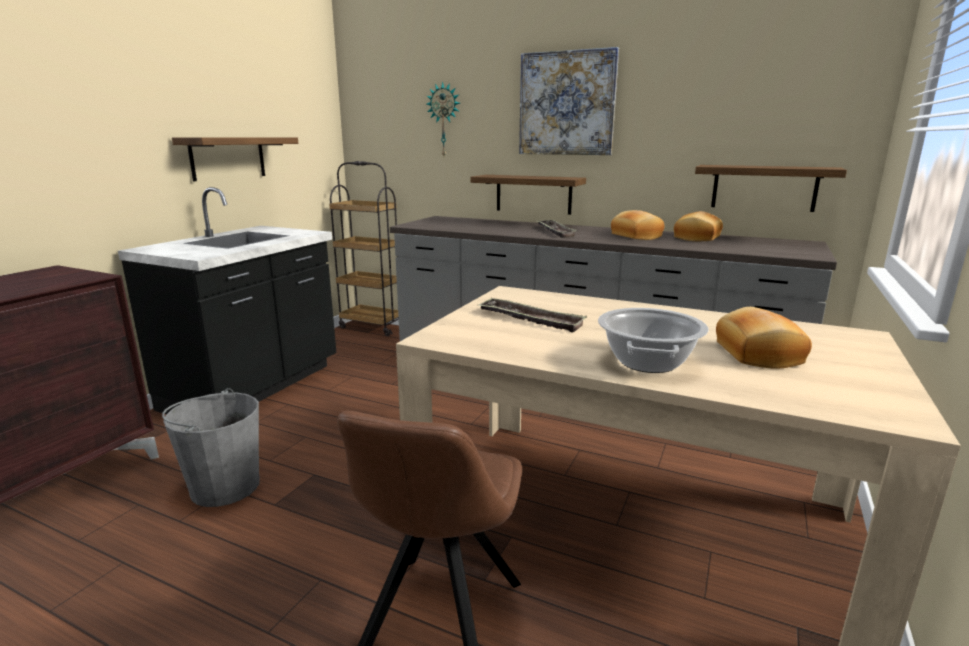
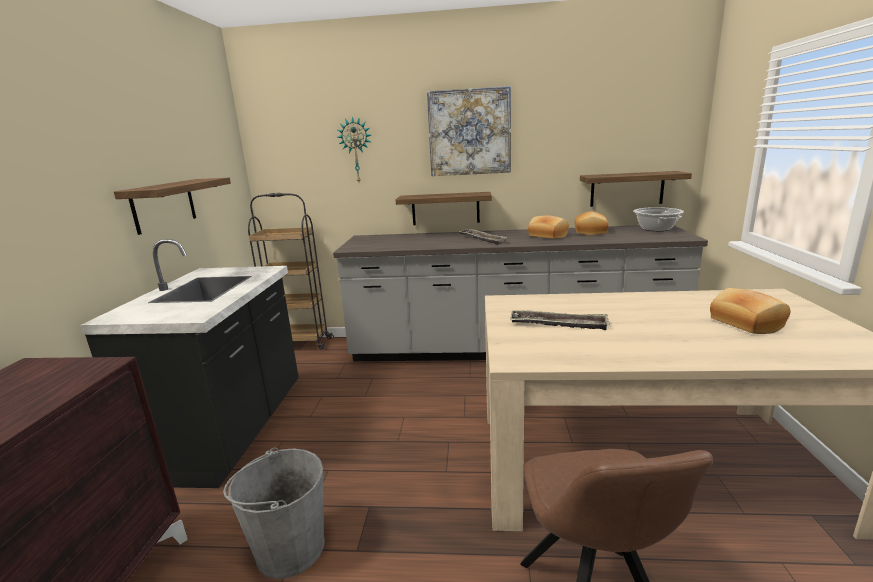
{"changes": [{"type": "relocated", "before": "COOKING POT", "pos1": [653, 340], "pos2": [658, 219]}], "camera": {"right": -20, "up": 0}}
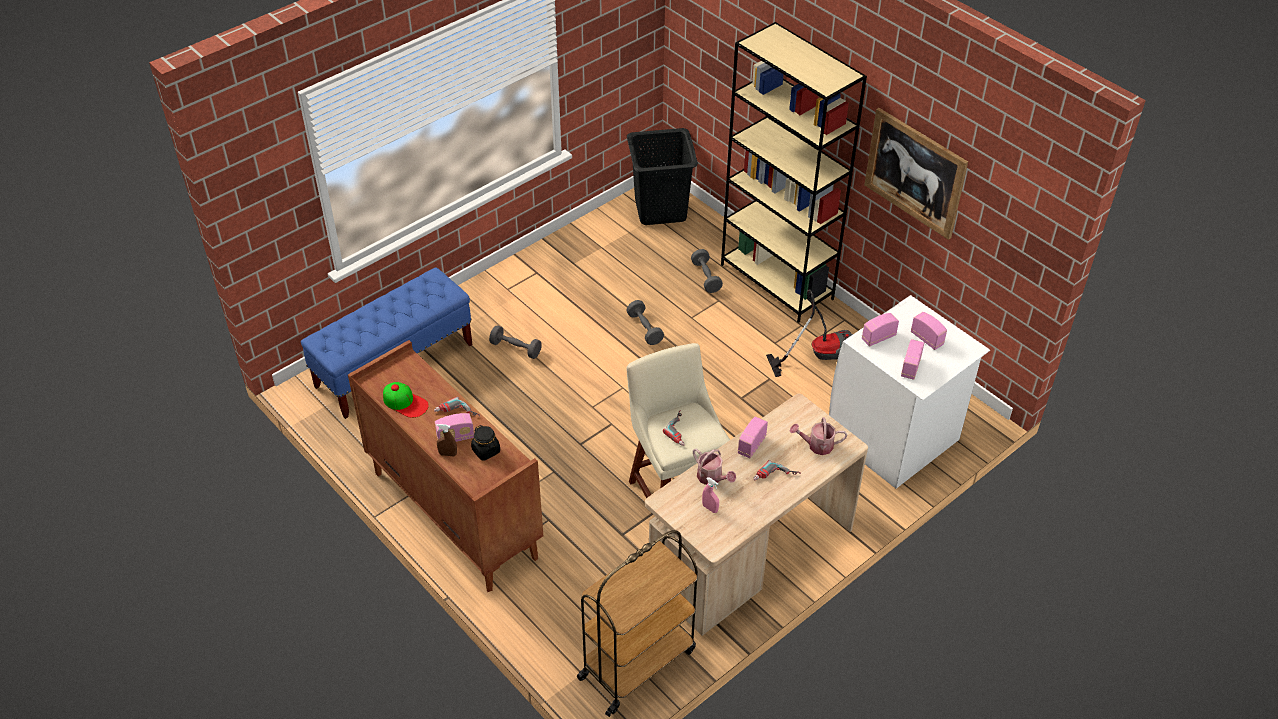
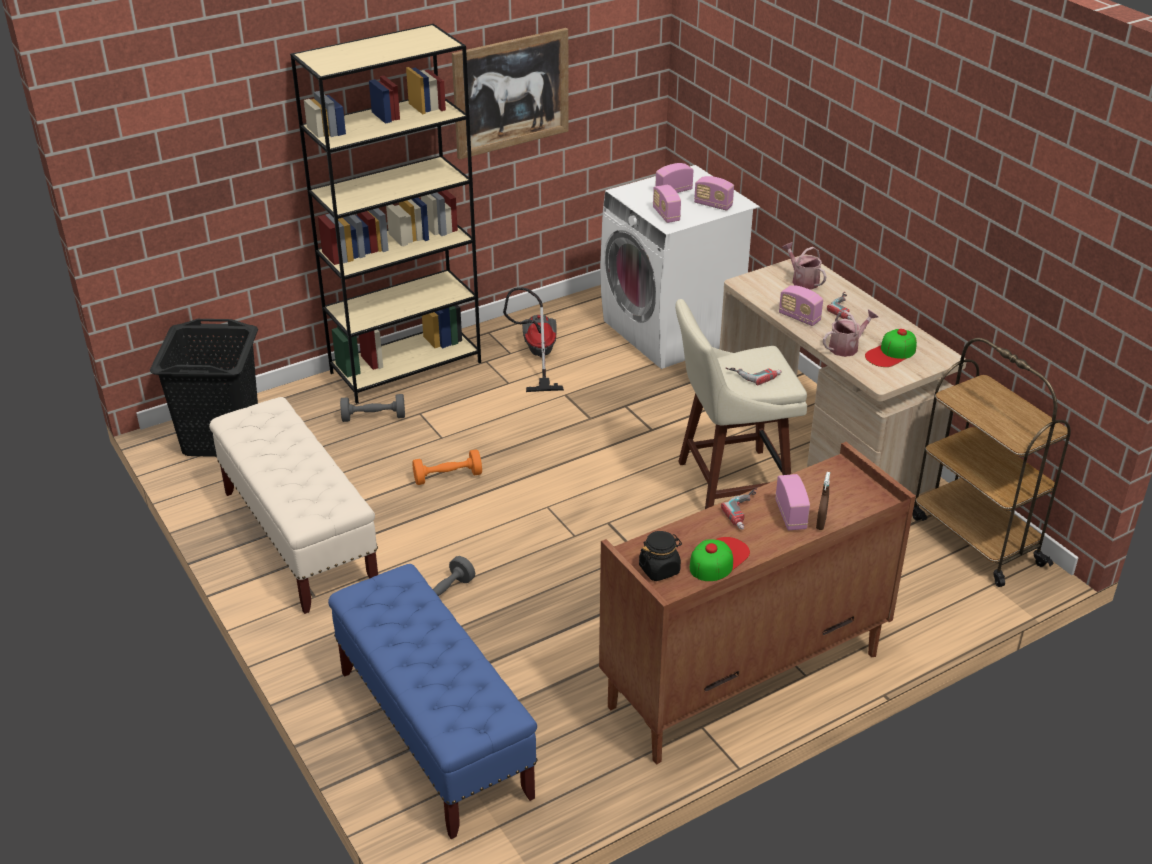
{"changes": [{"type": "colour", "before": "GREY HAND WEIGHT", "after": "ORANGE-COLOURED HAND WEIGHT", "pos1": [645, 322], "pos2": [447, 467]}, {"type": "spun", "before": "SPRINKLING CAN", "pos1": [818, 436], "pos2": [804, 266], "turn": 135}, {"type": "relocated", "before": "BLACK PRESERVE JAR", "pos1": [485, 443], "pos2": [660, 556]}, {"type": "exchanged", "before": "PINK-COLOURED HAND SPRAYER", "after": "PEAKED CAP", "pos1": [710, 495], "pos2": [891, 348]}, {"type": "appeared", "after": "BEIGE-COLOURED BENCH", "pos2": [293, 505]}], "camera": {"right": -80, "up": -10}}
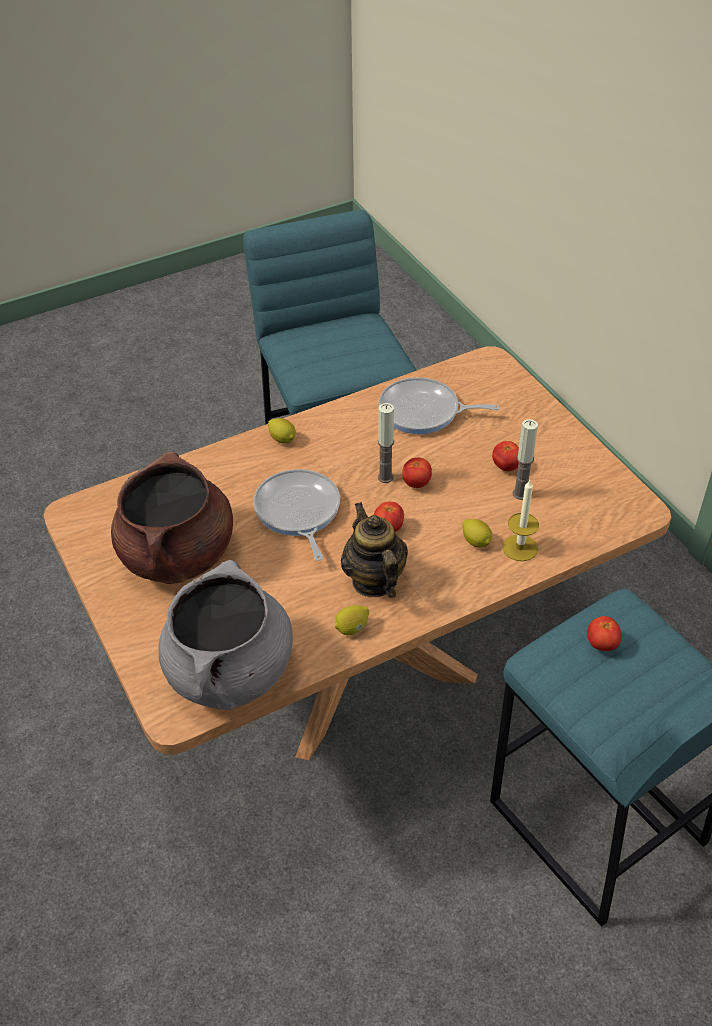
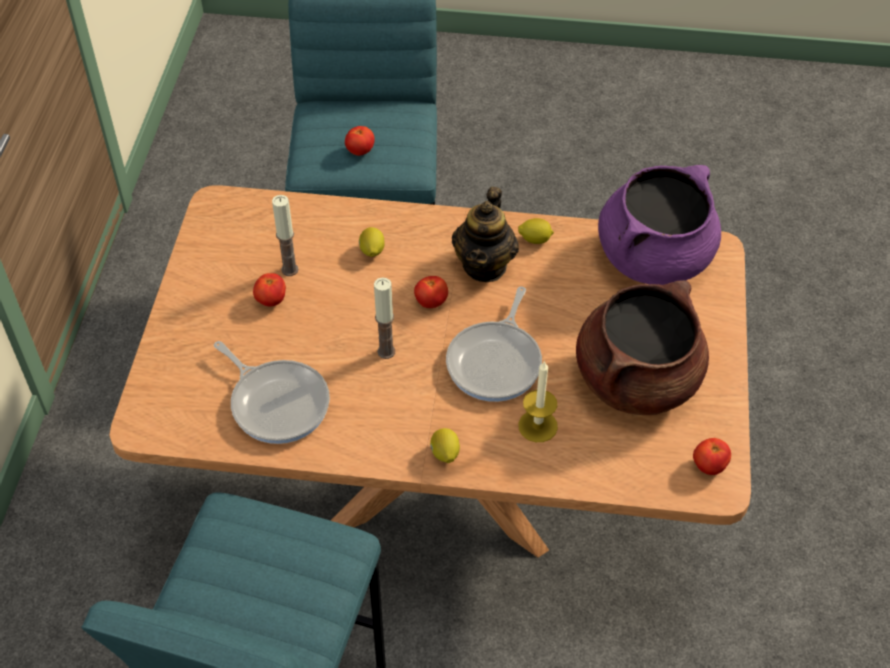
{"changes": [{"type": "relocated", "before": "TOMATO", "pos1": [417, 472], "pos2": [712, 456]}, {"type": "relocated", "before": "CANDLE", "pos1": [520, 520], "pos2": [538, 401]}, {"type": "colour", "before": "GREY COOKING POT", "after": "PURPLISH COOKING POT", "pos1": [226, 635], "pos2": [659, 225]}], "camera": {"right": -145, "up": 5}}
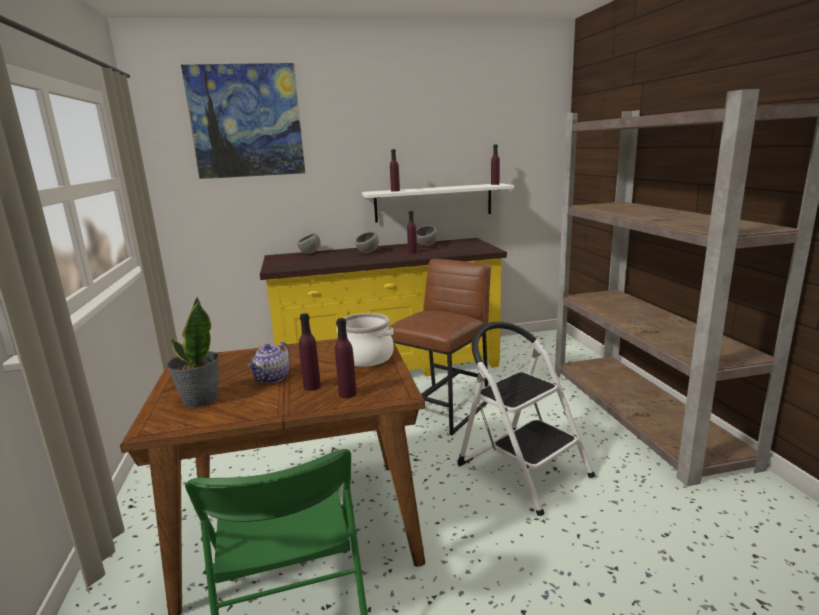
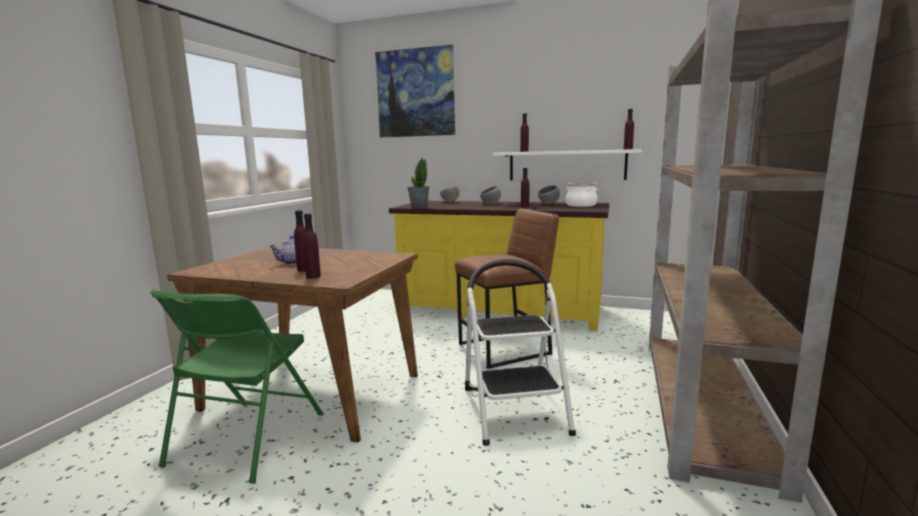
{"changes": [{"type": "relocated", "before": "HOUSEPLANT", "pos1": [192, 352], "pos2": [418, 183]}, {"type": "relocated", "before": "COOKING POT", "pos1": [365, 340], "pos2": [581, 194]}], "camera": {"right": 30, "up": -5}}
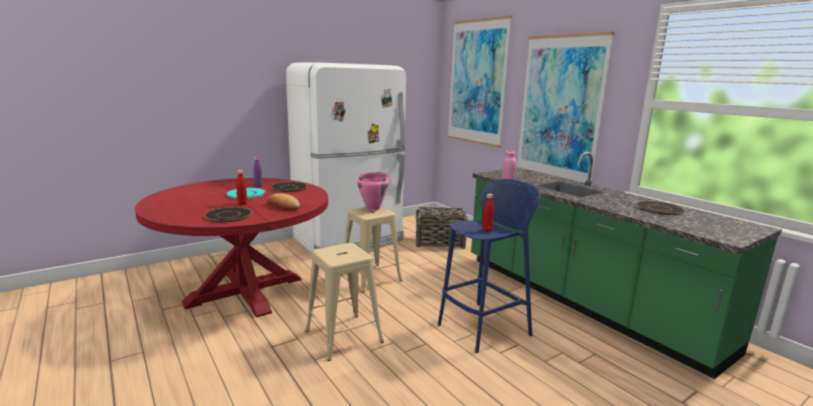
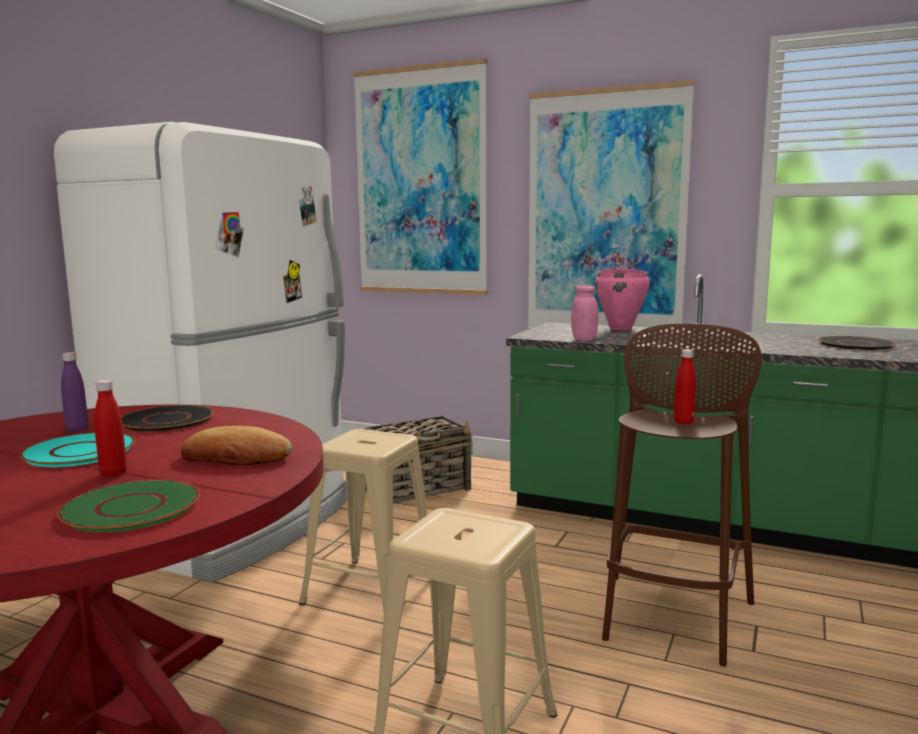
{"changes": [{"type": "relocated", "before": "PINK-COLOURED COOKING POT", "pos1": [373, 191], "pos2": [622, 299]}, {"type": "colour", "before": "BLUE SITTING STOOL", "after": "BROWNISH SITTING STOOL", "pos1": [489, 266], "pos2": [681, 495]}, {"type": "colour", "before": "BLACK PLATE", "after": "GREEN PLATE", "pos1": [228, 214], "pos2": [128, 505]}], "camera": {"right": -30, "up": -5}}
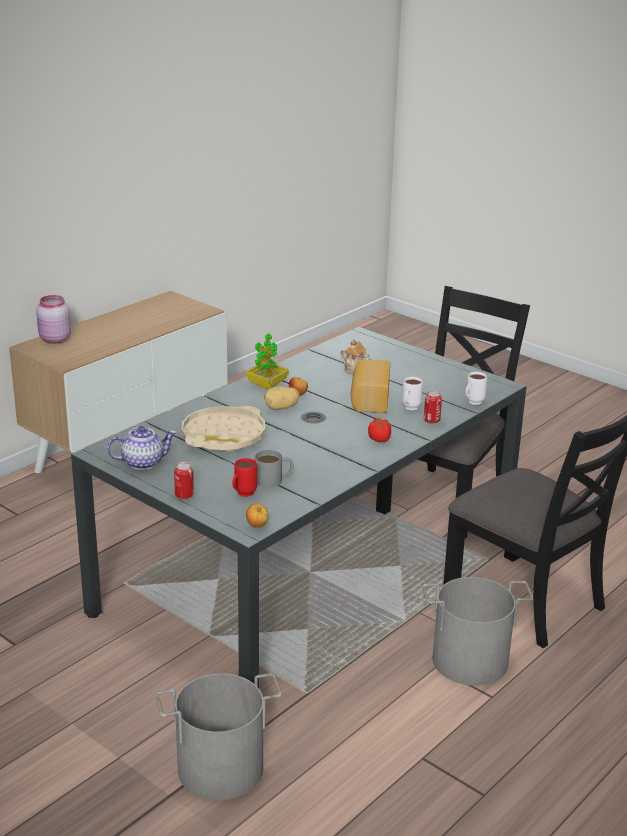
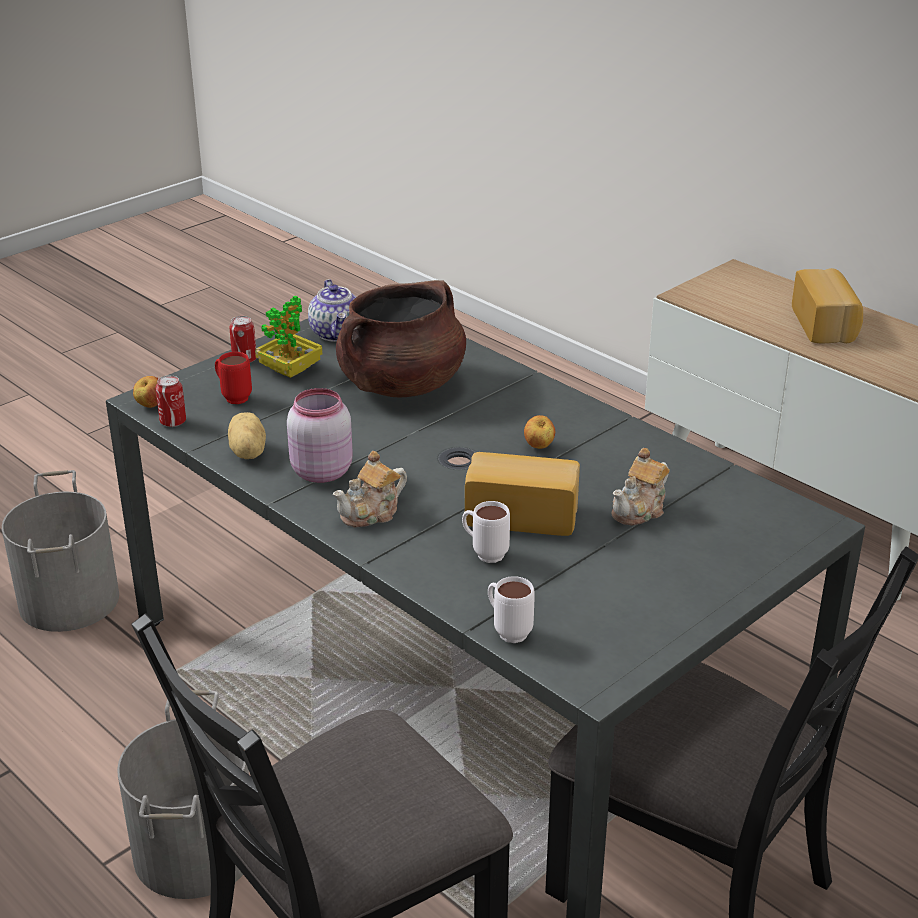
{"changes": [{"type": "relocated", "before": "PINK-COLOURED PRESERVE JAR", "pos1": [53, 319], "pos2": [320, 435]}, {"type": "relocated", "before": "HOUSEPLANT", "pos1": [267, 361], "pos2": [288, 337]}, {"type": "relocated", "before": "SPUD", "pos1": [282, 398], "pos2": [247, 435]}, {"type": "relocated", "before": "SEALED CAN", "pos1": [433, 407], "pos2": [171, 401]}, {"type": "exchanged", "before": "BEIGE-COLOURED SERVING TRAY", "after": "BROWNISH COOKING POT", "pos1": [223, 429], "pos2": [401, 338]}, {"type": "exchanged", "before": "TOMATO", "after": "POT FOR TEA", "pos1": [379, 430], "pos2": [370, 489]}, {"type": "missing", "before": "GREY TEA MUG", "pos1": [274, 468]}, {"type": "appeared", "after": "BAKED BREAD", "pos2": [827, 305]}], "camera": {"right": 95, "up": 5}}
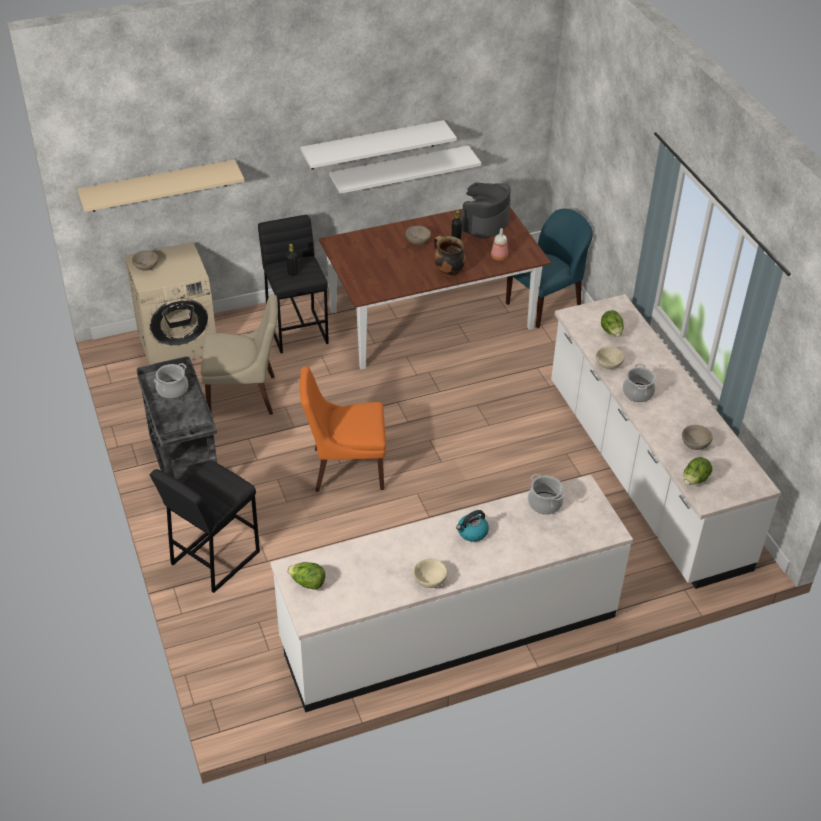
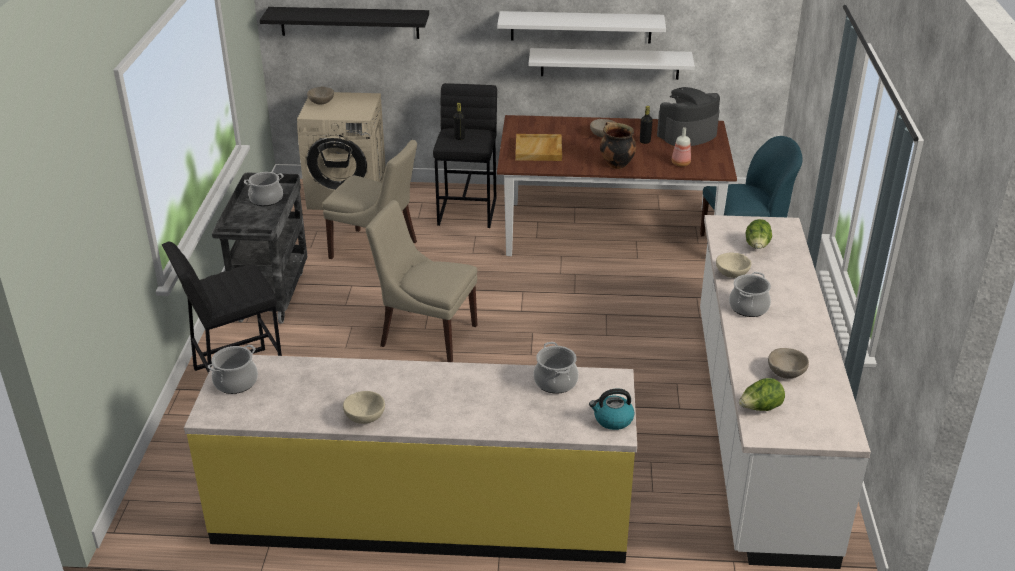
{"changes": [{"type": "colour", "before": "BEIGE-COLOURED SHELF", "after": "BLACK SHELF", "pos1": [160, 186], "pos2": [344, 23]}, {"type": "colour", "before": "ORANGE-COLOURED PLAIN CHAIR", "after": "BEIGE-COLOURED PLAIN CHAIR", "pos1": [343, 429], "pos2": [421, 281]}, {"type": "colour", "before": "WHITE-COLOURED KITCHEN BASE UNIT", "after": "YELLOW-COLOURED KITCHEN BASE UNIT", "pos1": [451, 593], "pos2": [410, 459]}, {"type": "relocated", "before": "KETTLE", "pos1": [472, 526], "pos2": [612, 409]}, {"type": "exchanged", "before": "LETTUCE", "after": "COOKING POT", "pos1": [306, 576], "pos2": [233, 369]}, {"type": "appeared", "after": "BEIGE-COLOURED SERVING TRAY", "pos2": [538, 147]}], "camera": {"right": 25, "up": -10}}
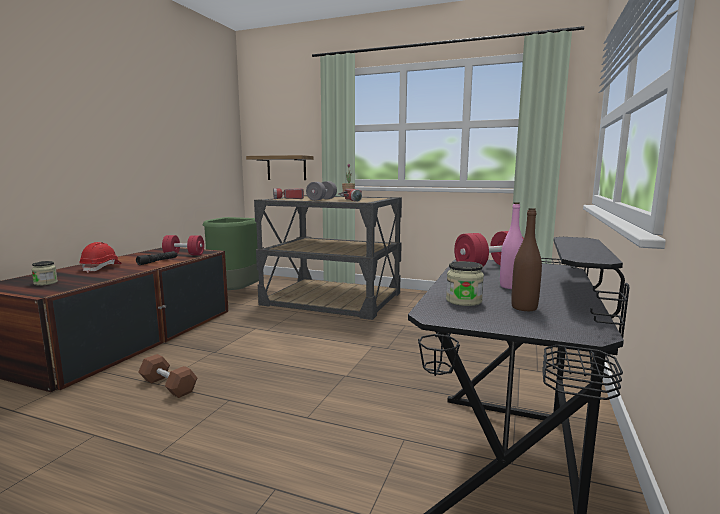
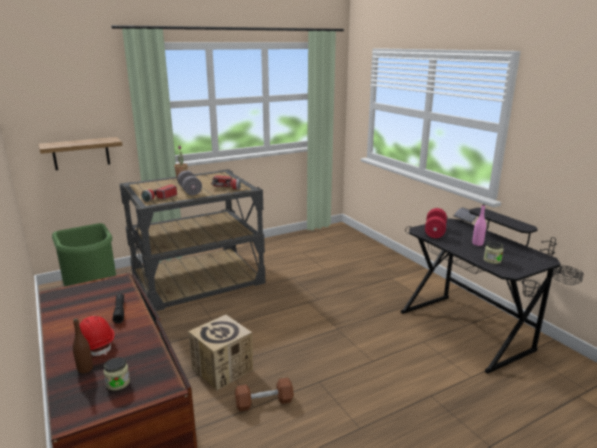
{"changes": [{"type": "relocated", "before": "BROWNISH DRINK BOTTLE", "pos1": [526, 259], "pos2": [83, 345]}, {"type": "missing", "before": "RED-COLOURED HAND WEIGHT", "pos1": [183, 245]}, {"type": "appeared", "after": "CARDBOARD BOX", "pos2": [220, 353]}], "camera": {"right": -50, "up": 10}}
